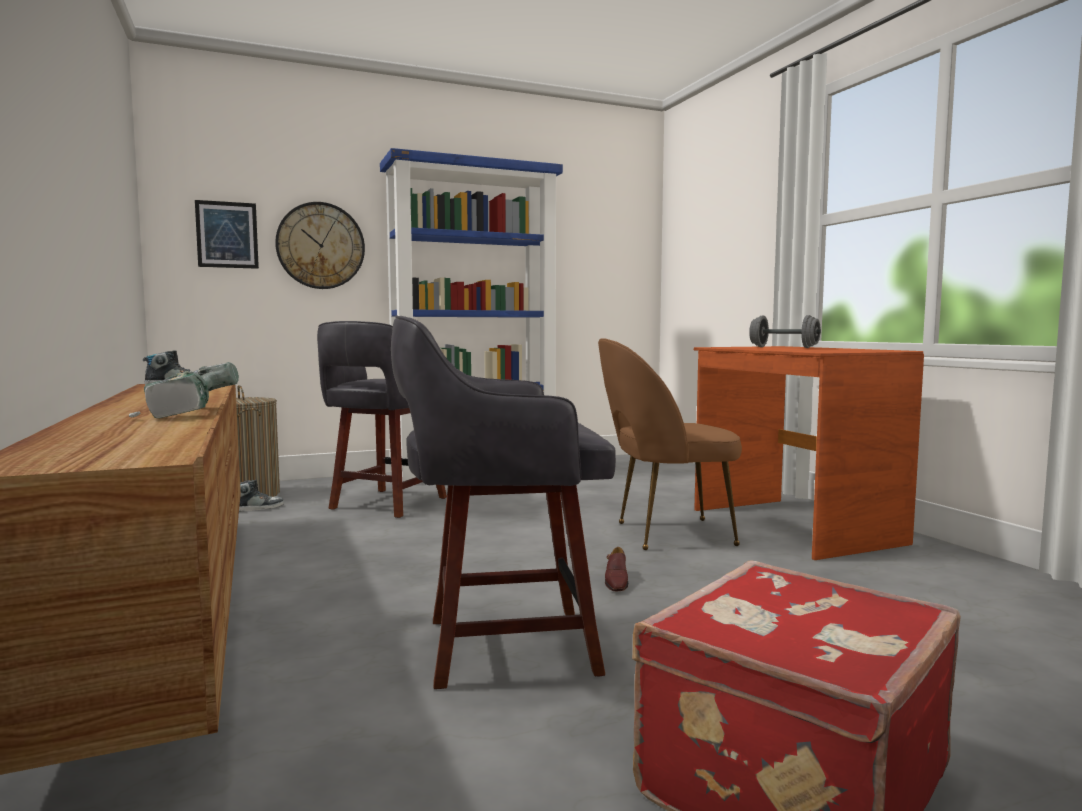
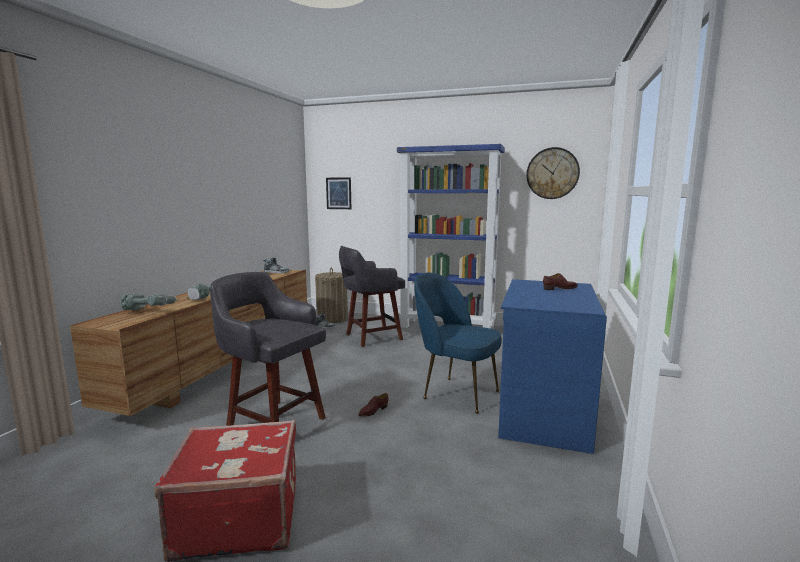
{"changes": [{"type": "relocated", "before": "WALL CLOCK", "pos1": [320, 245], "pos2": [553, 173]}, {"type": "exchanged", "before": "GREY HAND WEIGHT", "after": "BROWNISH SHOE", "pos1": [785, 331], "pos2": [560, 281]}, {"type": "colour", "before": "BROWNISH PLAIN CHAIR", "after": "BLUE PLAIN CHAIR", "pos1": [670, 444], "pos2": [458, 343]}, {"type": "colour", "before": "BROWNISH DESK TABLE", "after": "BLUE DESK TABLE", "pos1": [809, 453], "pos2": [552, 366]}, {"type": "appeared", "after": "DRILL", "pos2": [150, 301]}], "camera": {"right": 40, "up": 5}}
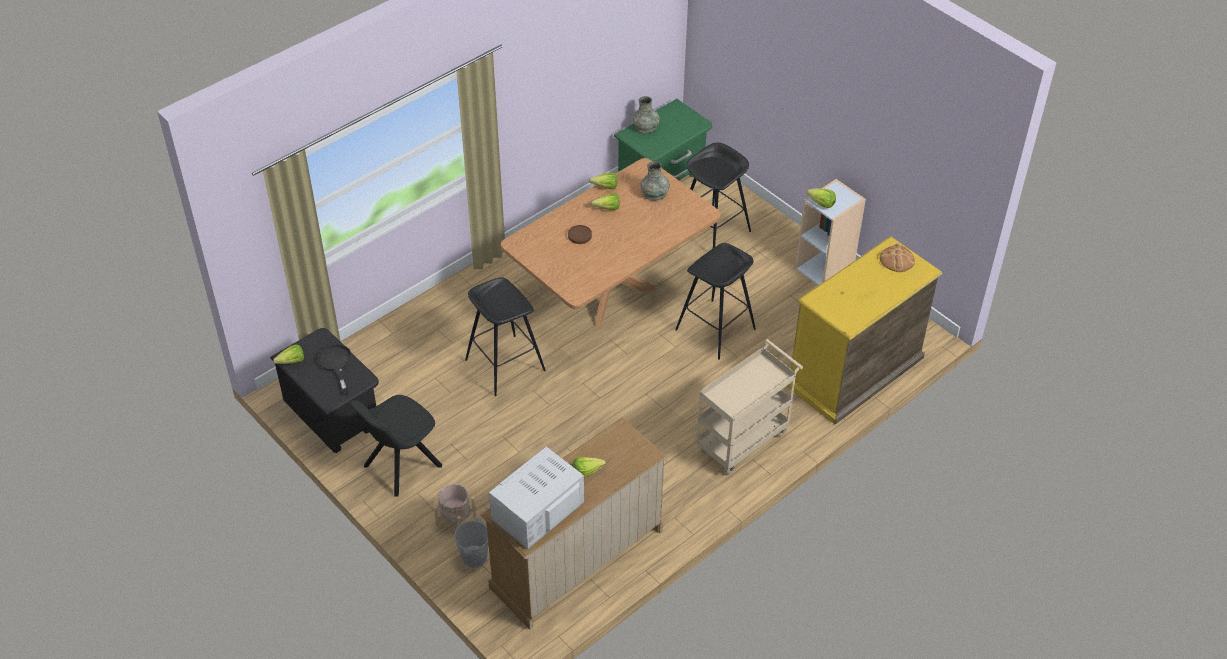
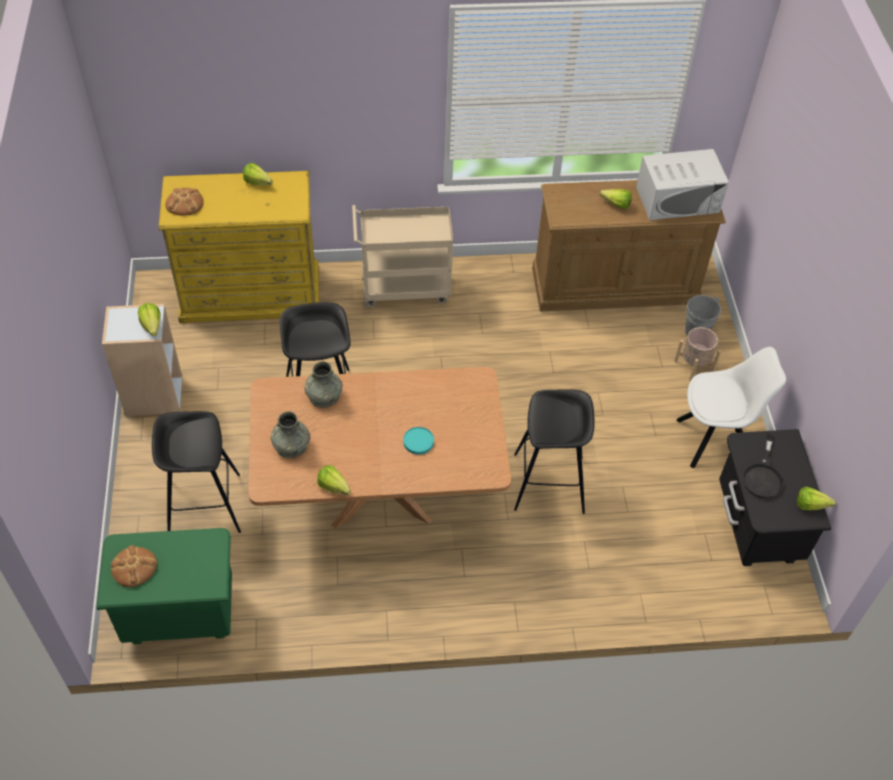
{"changes": [{"type": "relocated", "before": "GREY DECORATIVE VASE", "pos1": [646, 114], "pos2": [324, 384]}, {"type": "relocated", "before": "LETTUCE", "pos1": [605, 201], "pos2": [258, 174]}, {"type": "colour", "before": "BROWNISH PLATE", "after": "TURQUOISE PLATE", "pos1": [580, 234], "pos2": [418, 441]}, {"type": "colour", "before": "BLACK PLAIN CHAIR", "after": "WHITE-COLOURED PLAIN CHAIR", "pos1": [396, 446], "pos2": [731, 407]}, {"type": "appeared", "after": "BAKED BREAD", "pos2": [134, 566]}], "camera": {"right": -145, "up": 5}}
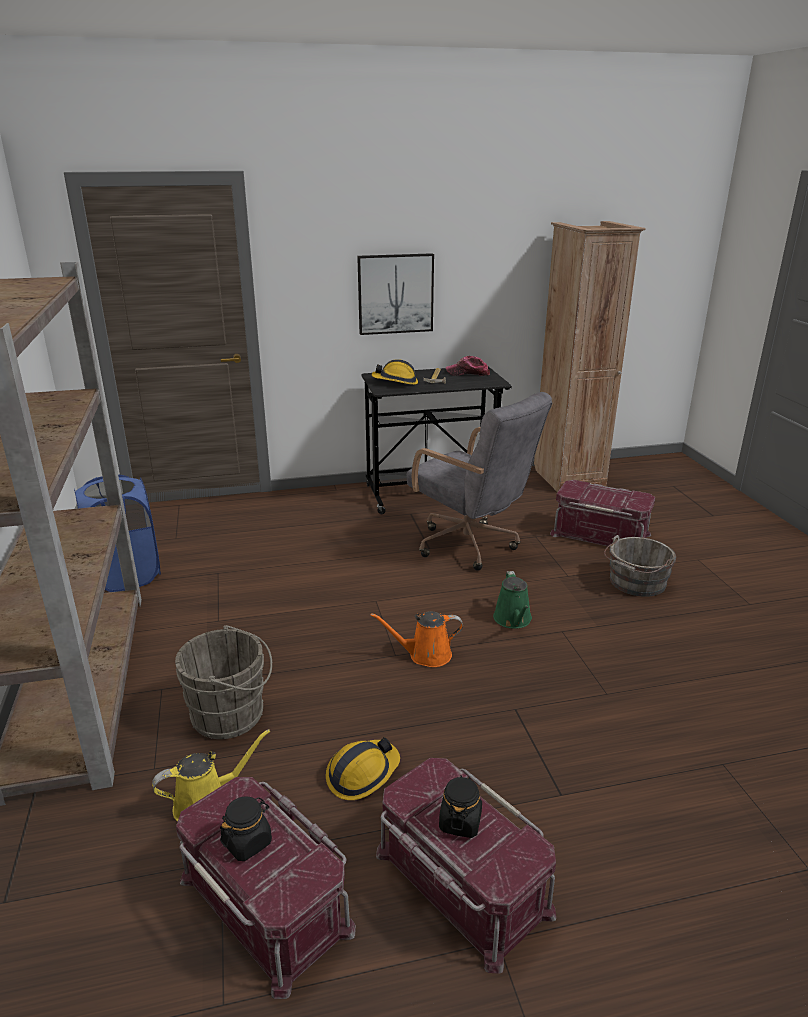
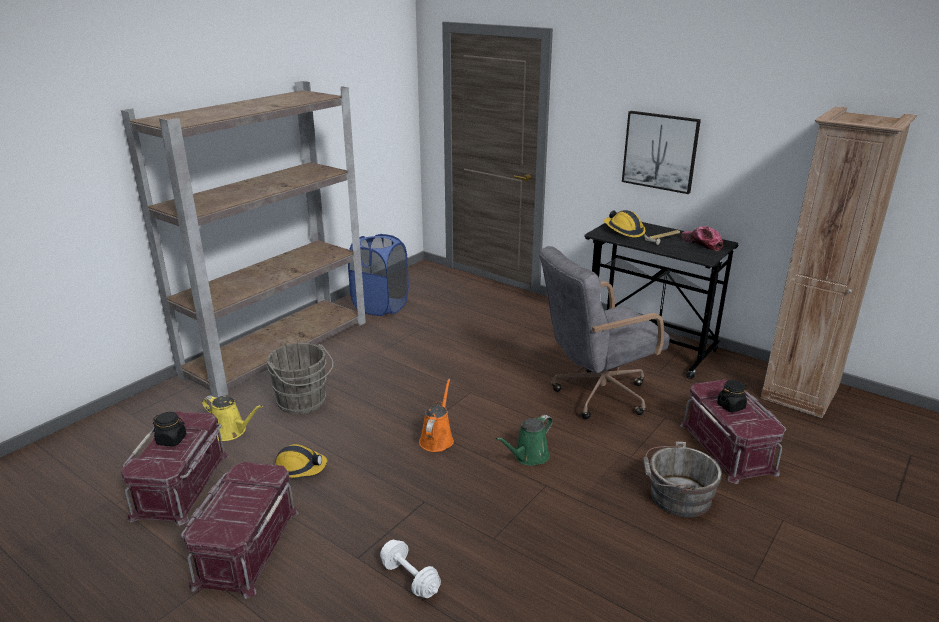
{"changes": [{"type": "spun", "before": "GREY DESK CHAIR", "pos1": [479, 481], "pos2": [605, 332], "turn": 60}, {"type": "spun", "before": "ORANGE-COLOURED SPRINKLING CAN", "pos1": [417, 639], "pos2": [436, 415], "turn": 60}, {"type": "relocated", "before": "BLACK PRESERVE JAR", "pos1": [460, 806], "pos2": [732, 396]}, {"type": "appeared", "after": "WHITE-COLOURED HAND WEIGHT", "pos2": [410, 569]}], "camera": {"right": 50, "up": 0}}
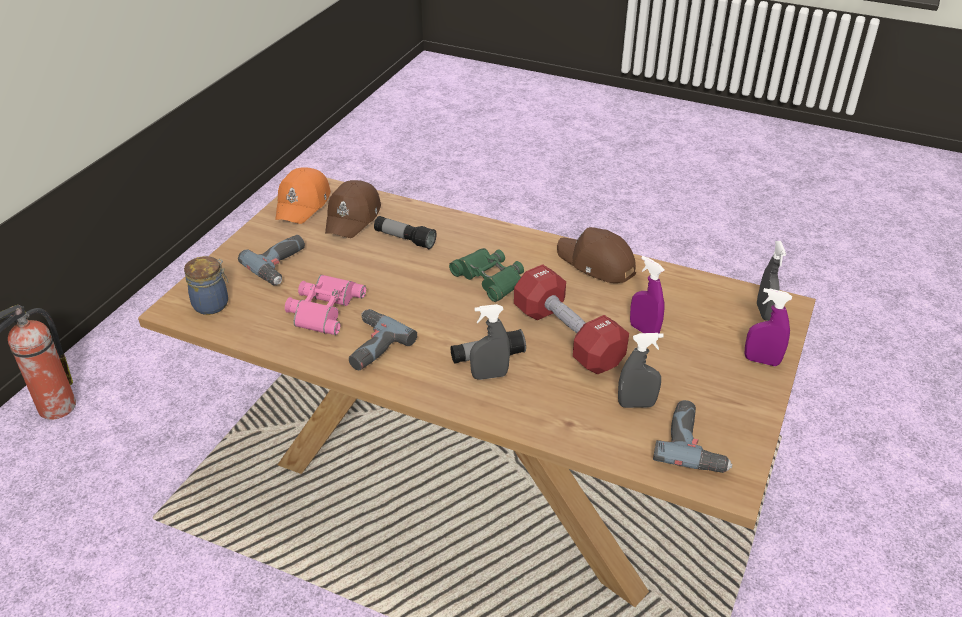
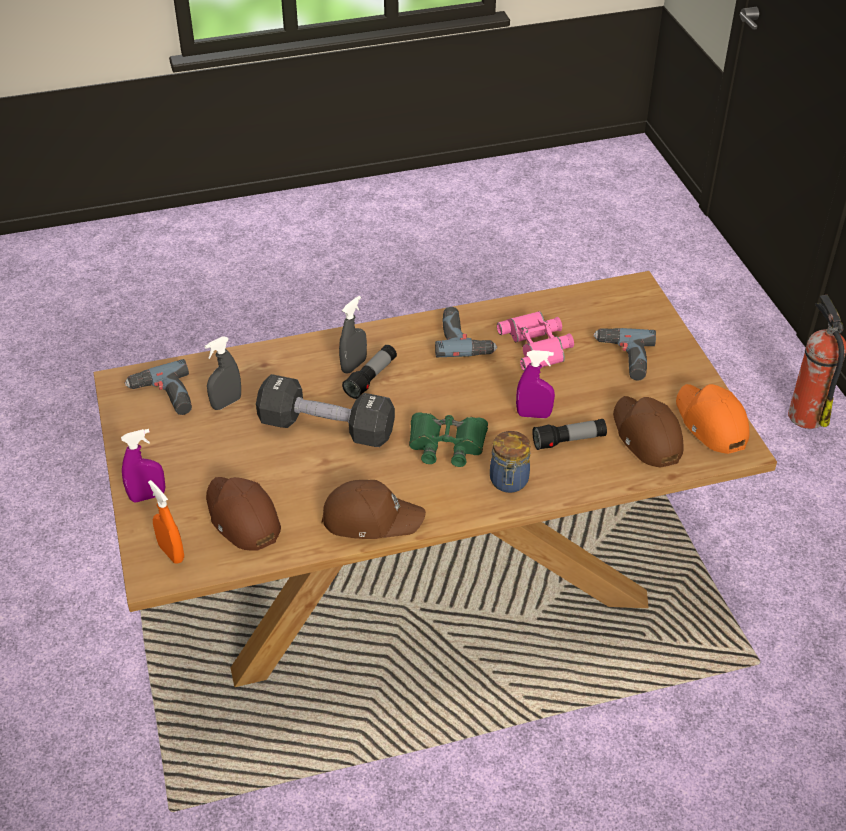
{"changes": [{"type": "colour", "before": "GREY HAND SPRAYER", "after": "ORANGE-COLOURED HAND SPRAYER", "pos1": [771, 281], "pos2": [166, 522]}, {"type": "relocated", "before": "PRESERVE JAR", "pos1": [206, 285], "pos2": [510, 462]}, {"type": "relocated", "before": "PURPLISH HAND SPRAYER", "pos1": [647, 295], "pos2": [535, 384]}, {"type": "colour", "before": "RED-COLOURED HAND WEIGHT", "after": "BLACK HAND WEIGHT", "pos1": [571, 319], "pos2": [325, 410]}, {"type": "appeared", "after": "BROWNISH PEAKED CAP", "pos2": [243, 514]}], "camera": {"right": 140, "up": 5}}
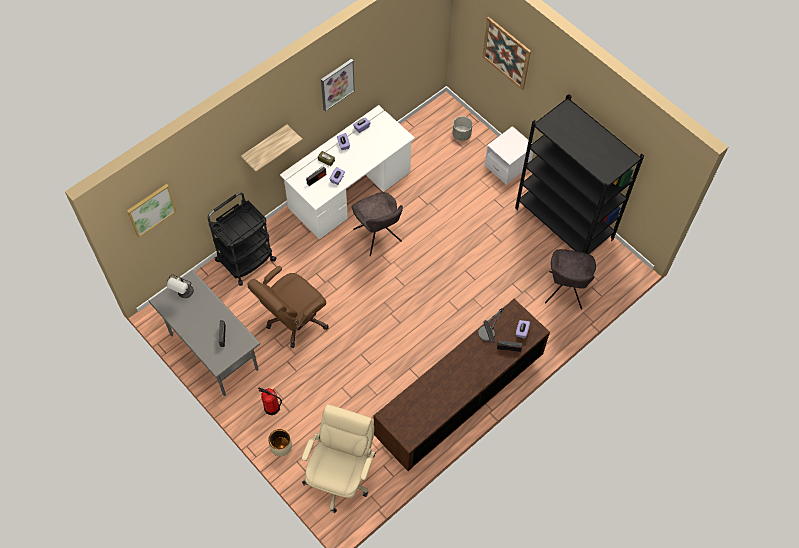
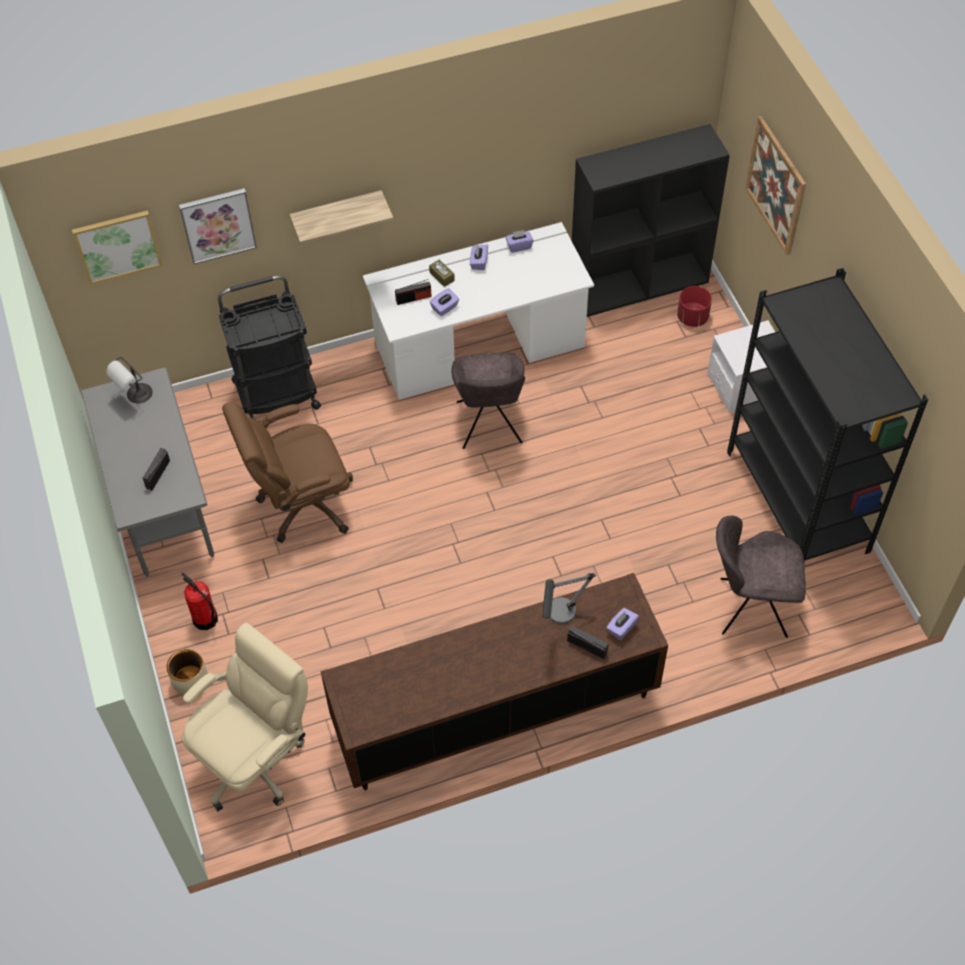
{"changes": [{"type": "relocated", "before": "WALL PICTURE", "pos1": [338, 85], "pos2": [218, 226]}, {"type": "colour", "before": "GREY PLANTER", "after": "RED-COLOURED PLANTER", "pos1": [462, 128], "pos2": [694, 306]}, {"type": "spun", "before": "GREY PLAIN CHAIR", "pos1": [570, 279], "pos2": [761, 577], "turn": 60}, {"type": "appeared", "after": "BLACK BOOKCASE", "pos2": [651, 220]}], "camera": {"right": 25, "up": -5}}
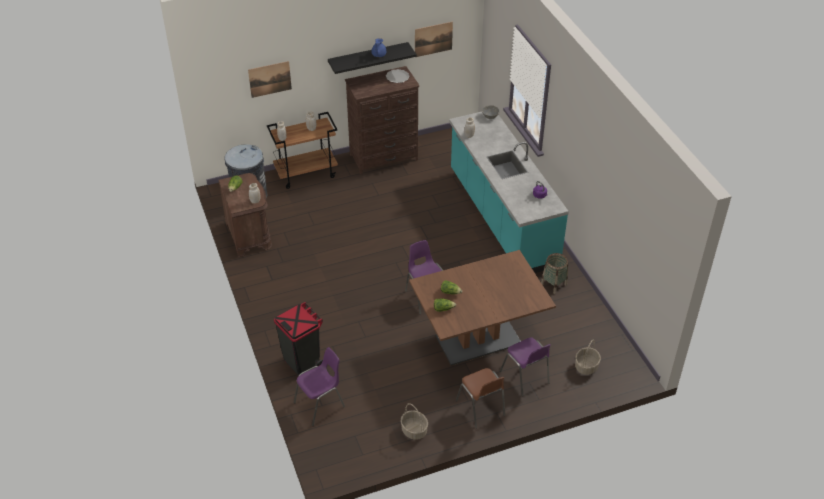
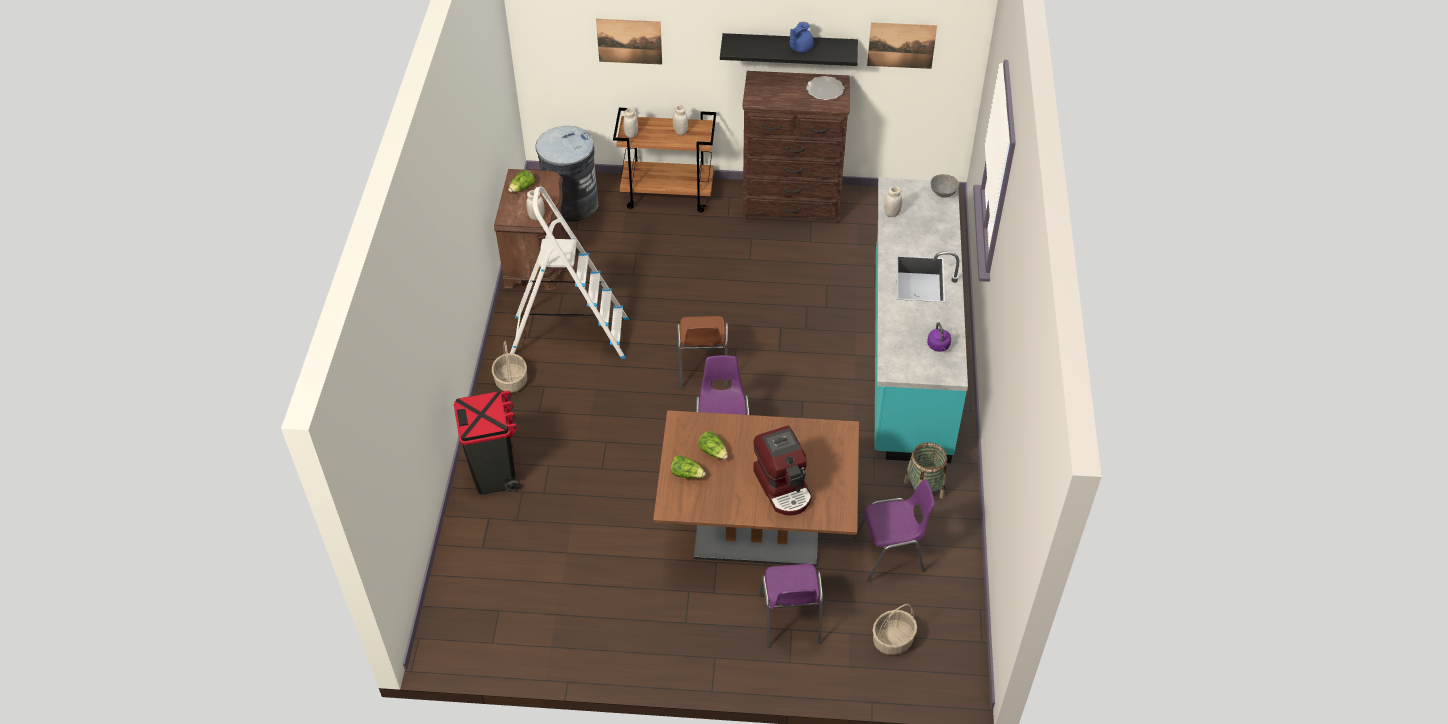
{"changes": [{"type": "relocated", "before": "PURPLISH PLAIN CHAIR", "pos1": [319, 386], "pos2": [894, 531]}, {"type": "relocated", "before": "BROWNISH PLAIN CHAIR", "pos1": [480, 398], "pos2": [702, 352]}, {"type": "relocated", "before": "BASKET", "pos1": [414, 421], "pos2": [509, 367]}, {"type": "appeared", "after": "WHITE-COLOURED STEPLADDER", "pos2": [569, 272]}, {"type": "appeared", "after": "COFFEE BREWER", "pos2": [782, 470]}], "camera": {"right": 25, "up": 5}}
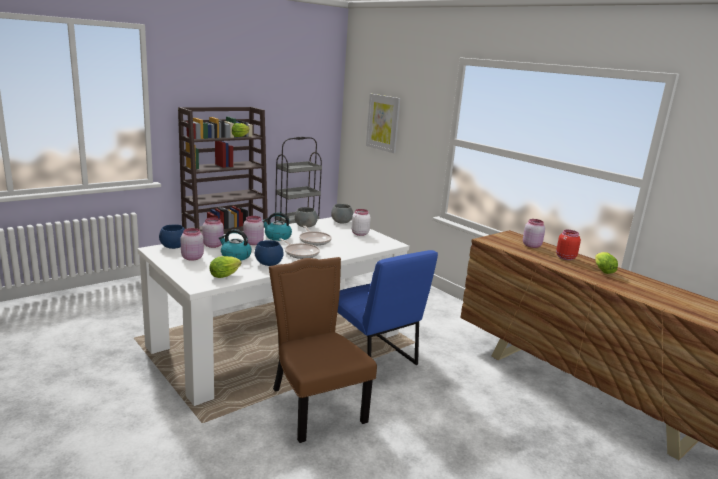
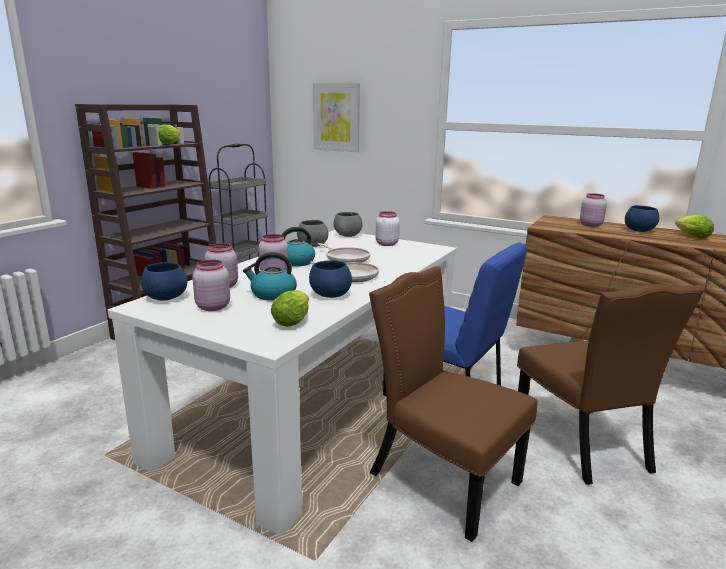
{"changes": [{"type": "exchanged", "before": "RED-COLOURED PRESERVE JAR", "after": "BLUE BOWL", "pos1": [568, 245], "pos2": [642, 218]}, {"type": "appeared", "after": "BROWNISH PLAIN CHAIR", "pos2": [611, 384]}], "camera": {"right": -20, "up": 0}}
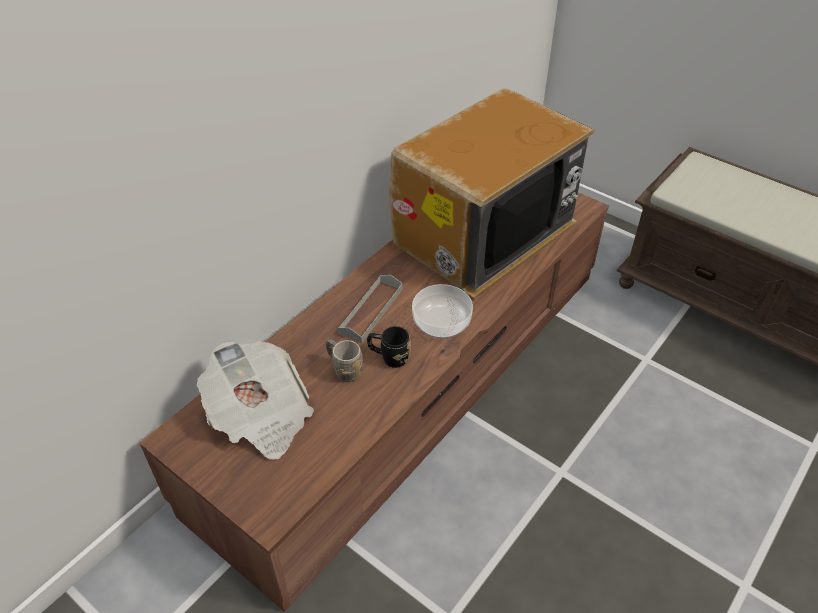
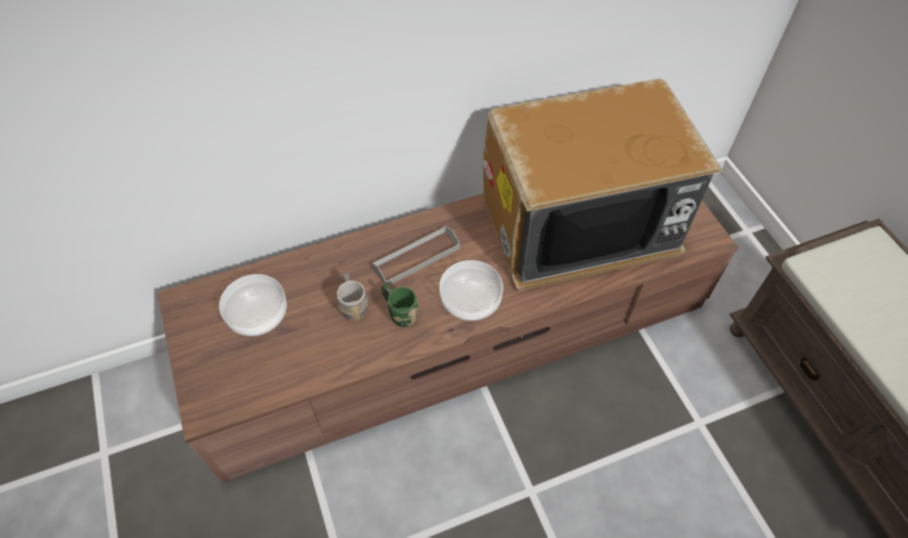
{"changes": [{"type": "colour", "before": "BLACK TEA MUG", "after": "GREEN TEA MUG", "pos1": [389, 347], "pos2": [399, 305]}, {"type": "exchanged", "before": "DAILY PAPER", "after": "BOWL", "pos1": [255, 400], "pos2": [253, 305]}], "camera": {"right": 30, "up": 10}}
